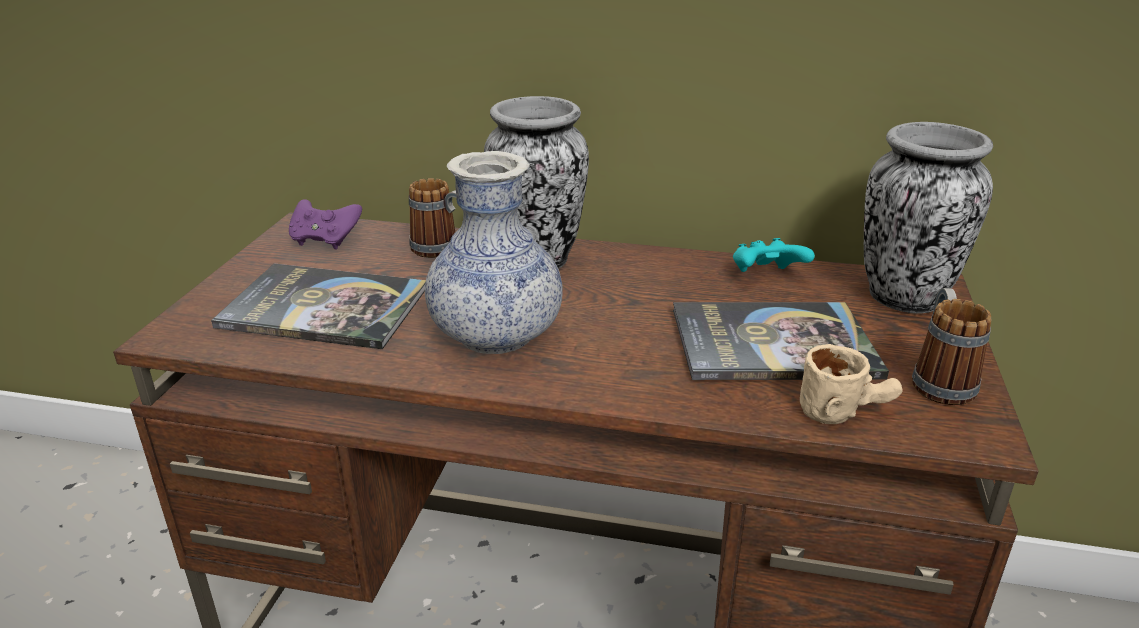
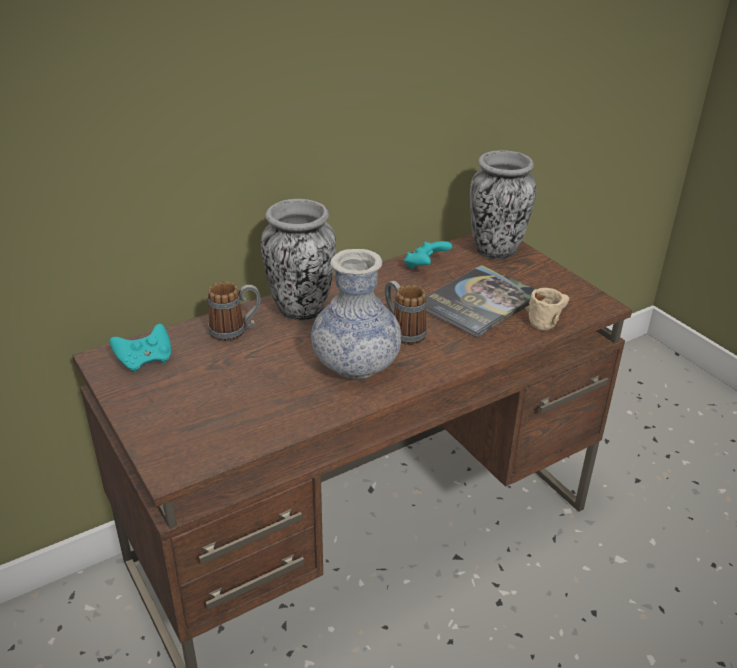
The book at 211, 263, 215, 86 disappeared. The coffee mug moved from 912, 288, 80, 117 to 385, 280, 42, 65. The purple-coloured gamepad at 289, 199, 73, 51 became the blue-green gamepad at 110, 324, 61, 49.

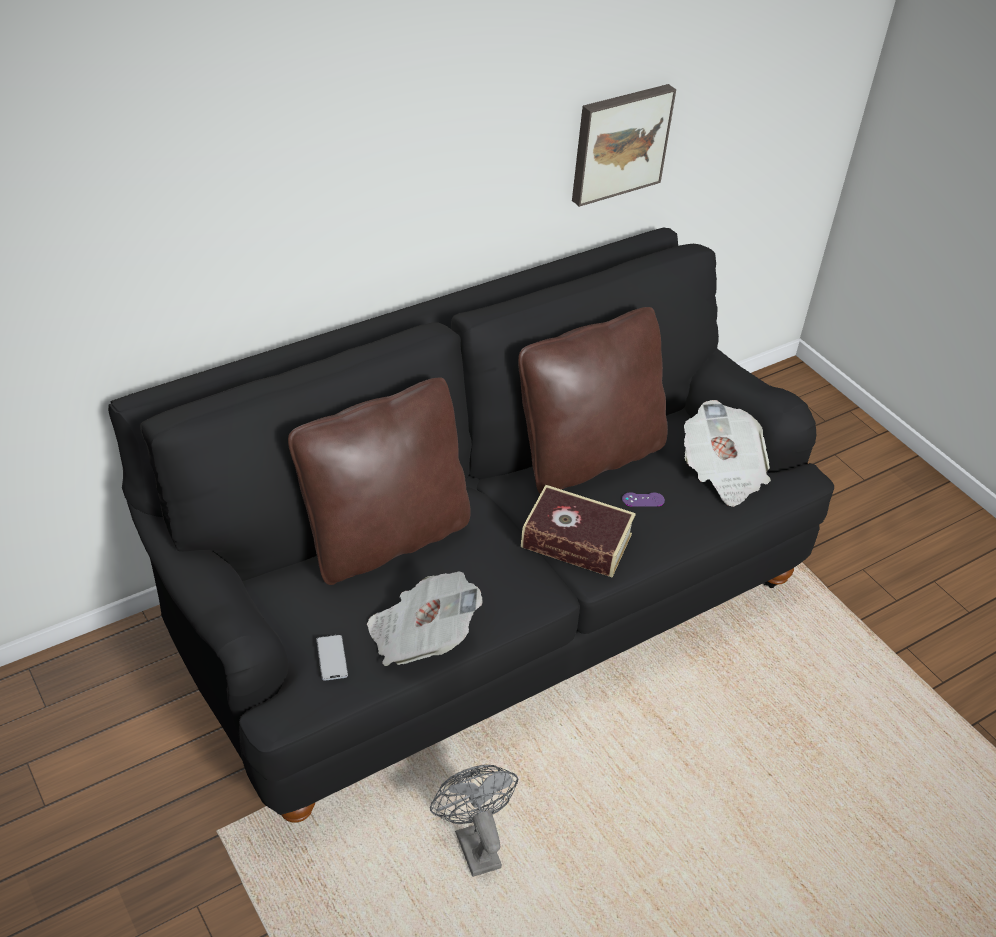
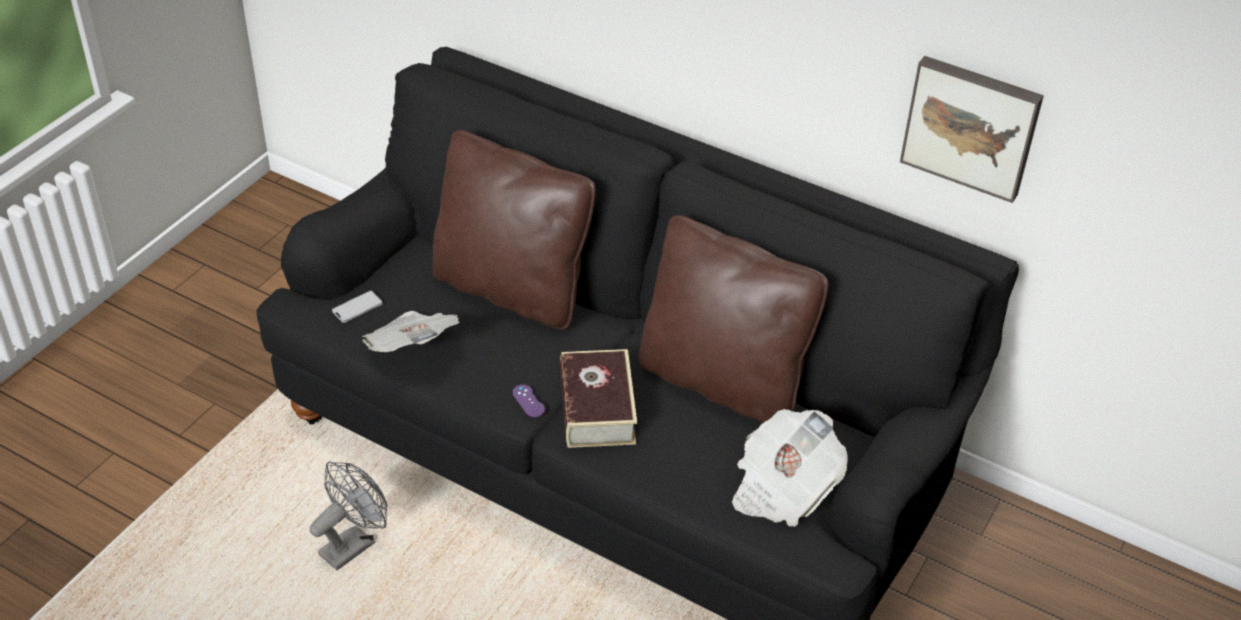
The purple-coloured gamepad moved from 622, 492, 43, 15 to 513, 385, 32, 32.

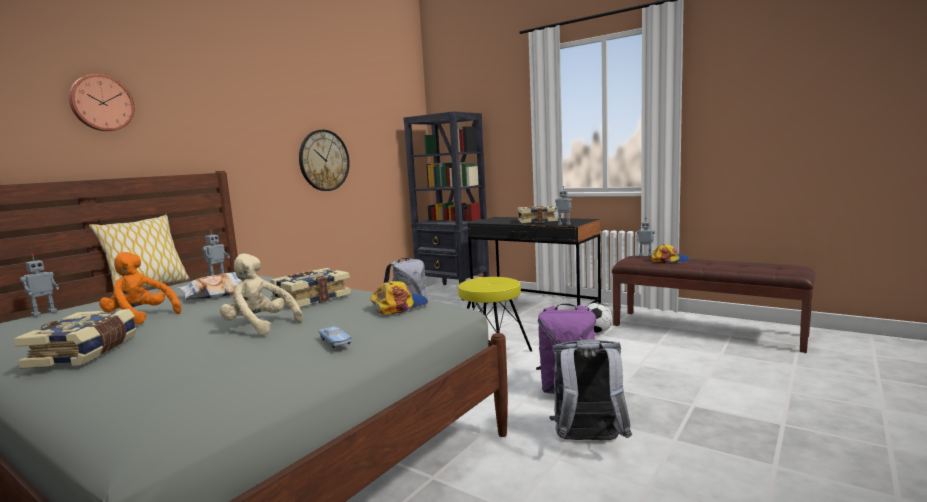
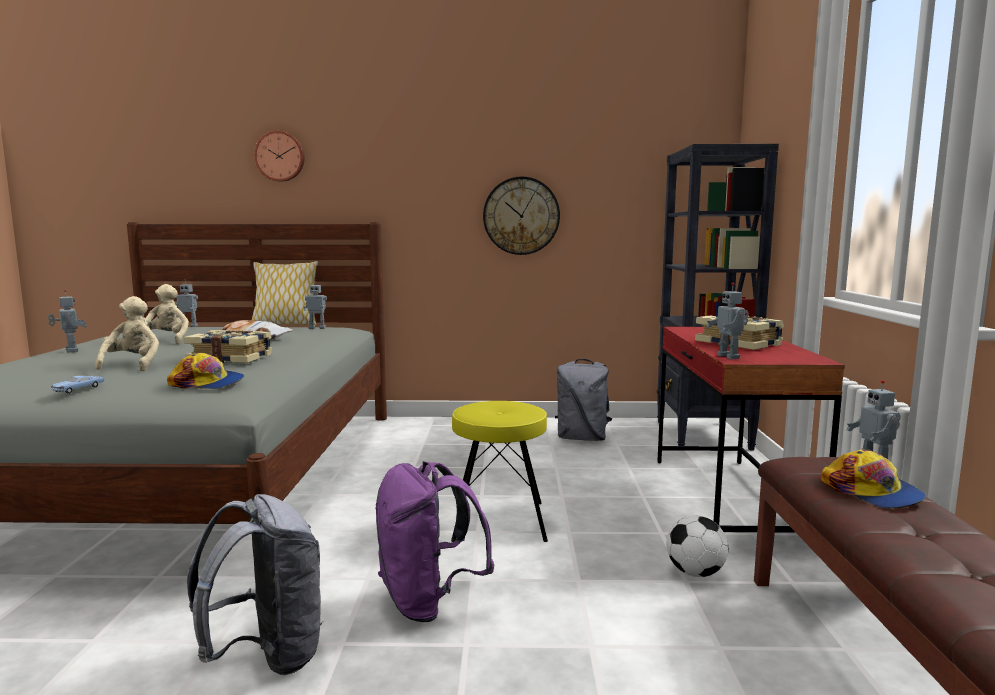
The book at 13, 309, 124, 59 was replaced by the model robot at 48, 290, 39, 62. The orange-coloured plush toy at 99, 252, 82, 72 became the beige-coloured plush toy at 144, 284, 45, 60. The black-coloured desk table at 467, 217, 134, 91 became the reddish desk table at 657, 327, 188, 206.

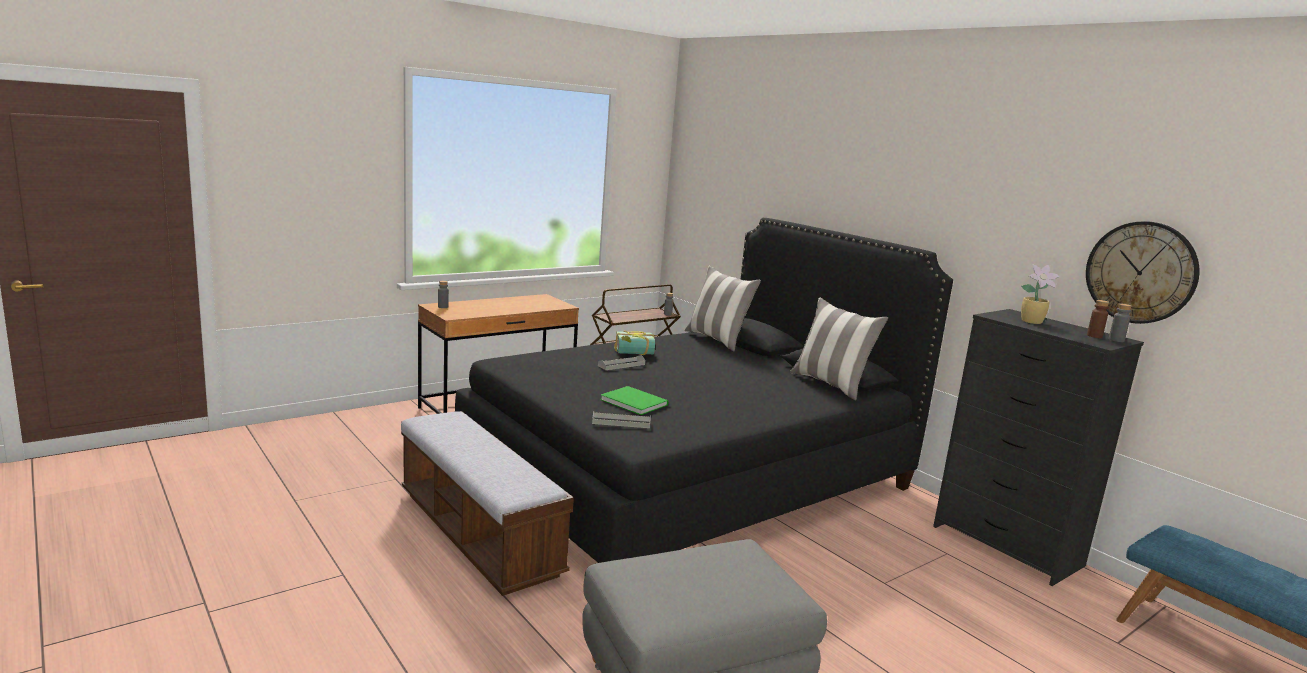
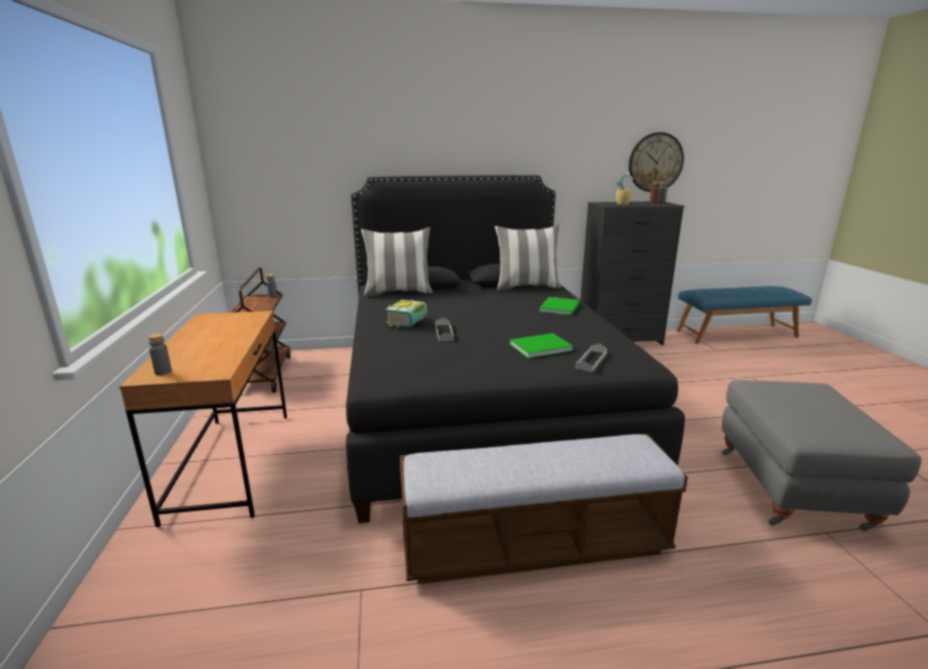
The green-coloured book at 539, 297, 41, 19 appeared.

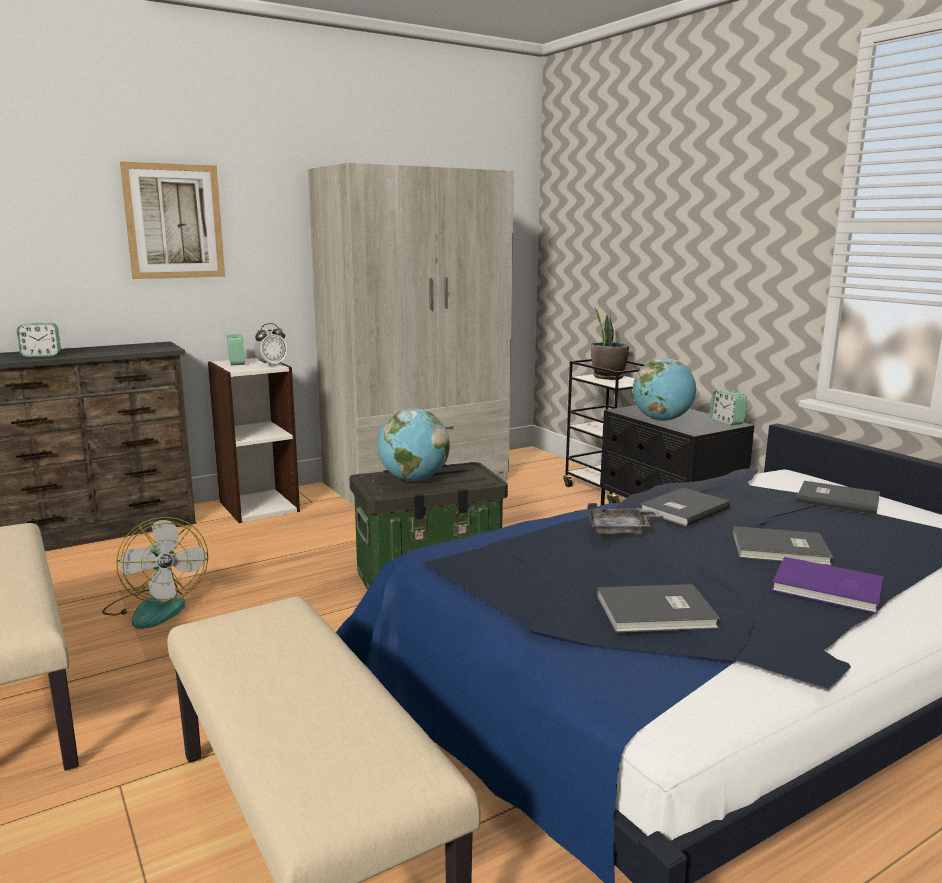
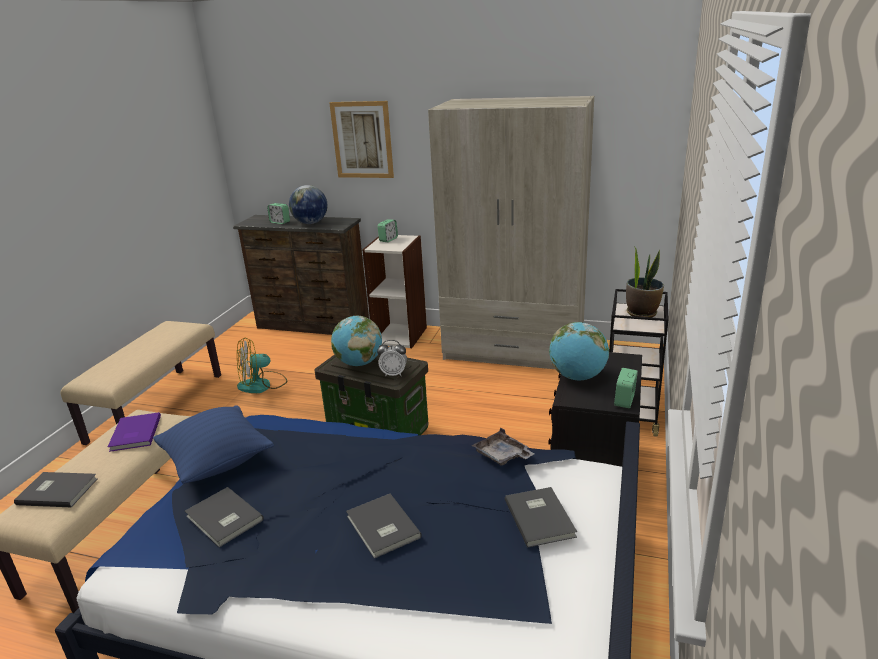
The blue throw pillow at 153, 405, 121, 78 appeared. The world globe at 289, 185, 38, 39 appeared. The table clock moved from 254, 323, 33, 44 to 377, 340, 30, 37. The gray serving tray moved from 587, 503, 73, 32 to 472, 427, 62, 39. The gray book moved from 640, 488, 90, 39 to 14, 472, 84, 35. The purple-coloured book moved from 772, 557, 111, 57 to 108, 412, 53, 40. The cooling fan at 102, 517, 106, 112 turned 45 degrees clockwise.

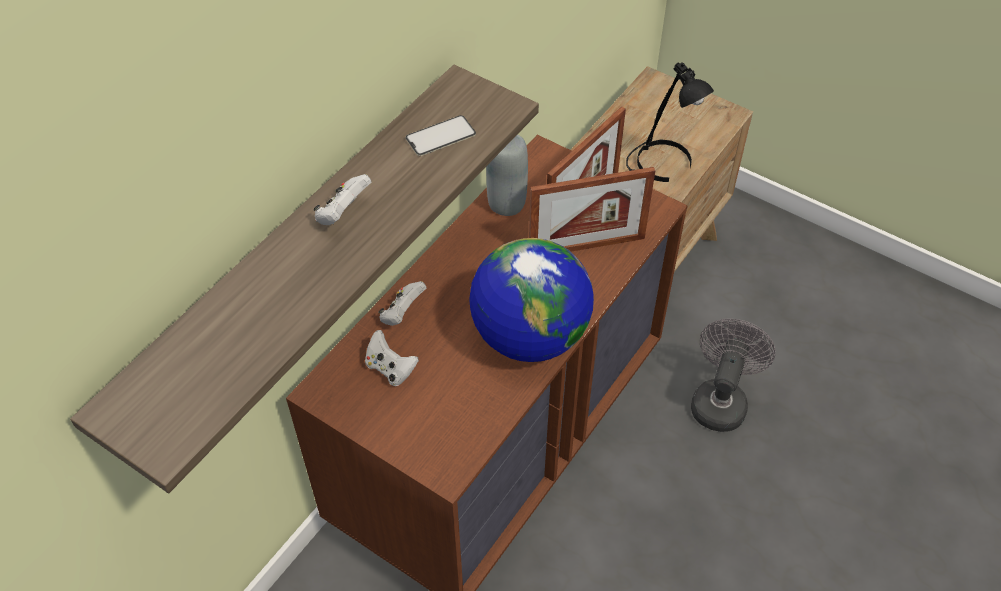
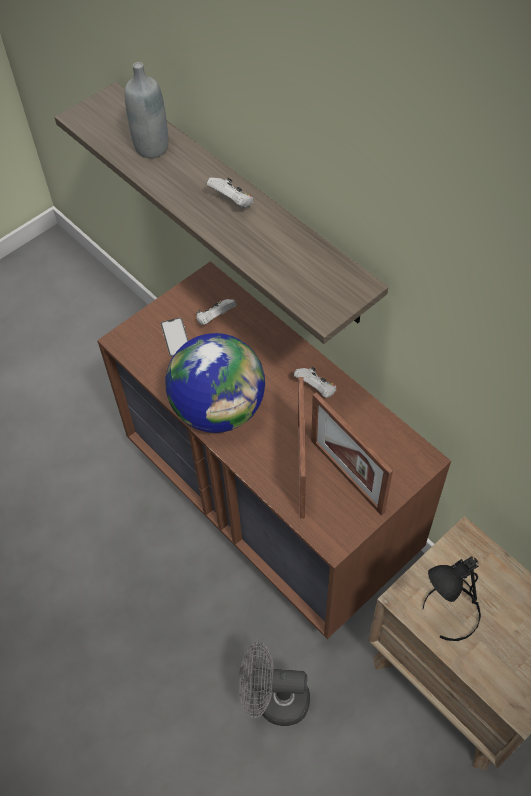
The white gamepad moved from 378, 281, 49, 45 to 294, 367, 42, 31. The telephone moved from 405, 115, 71, 41 to 161, 318, 28, 39. The gray drink bottle moved from 486, 134, 42, 82 to 124, 62, 45, 96. The gray cooling fan at 691, 319, 85, 113 turned 150 degrees clockwise.

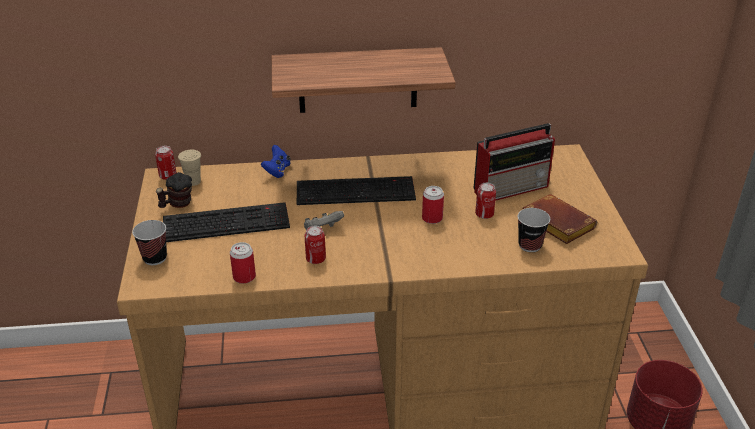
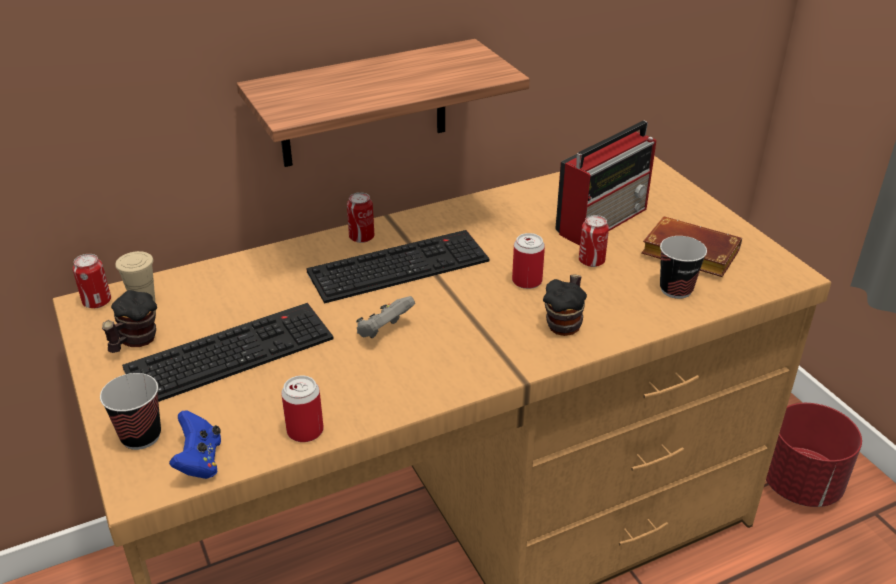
The coffee mug at 543, 274, 44, 62 appeared. The blue gamepad moved from 261, 145, 30, 33 to 169, 411, 52, 68. The can moved from 305, 226, 21, 38 to 347, 192, 27, 51.

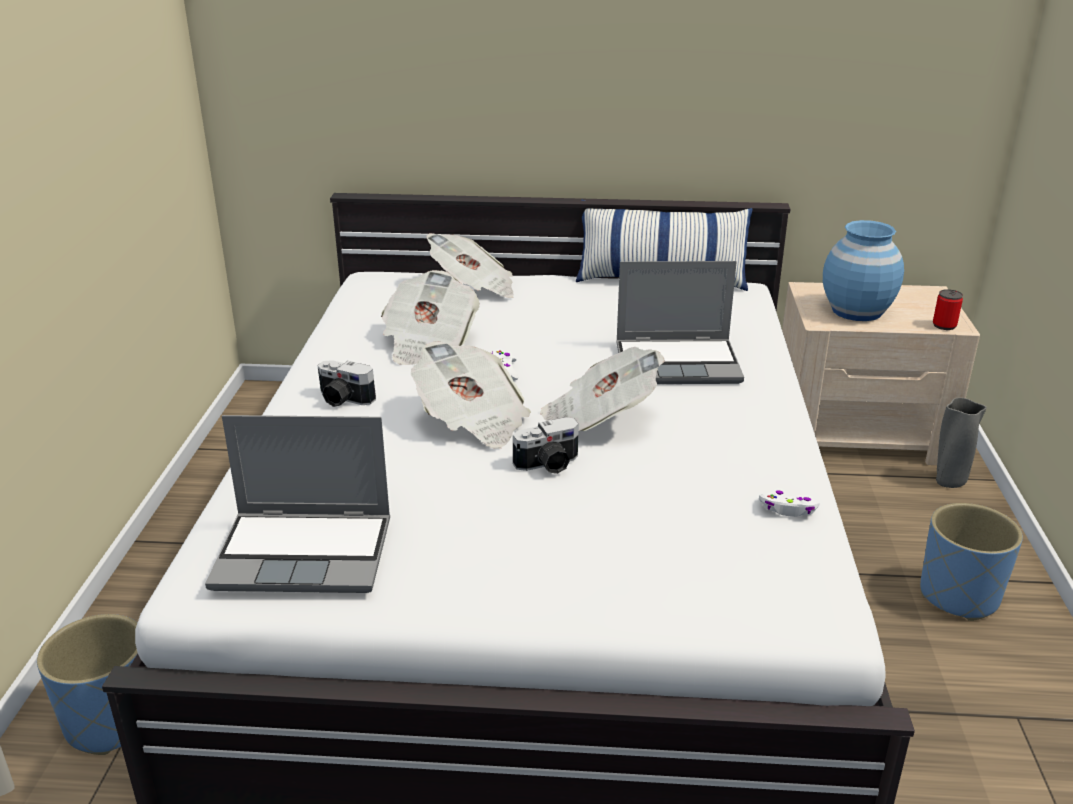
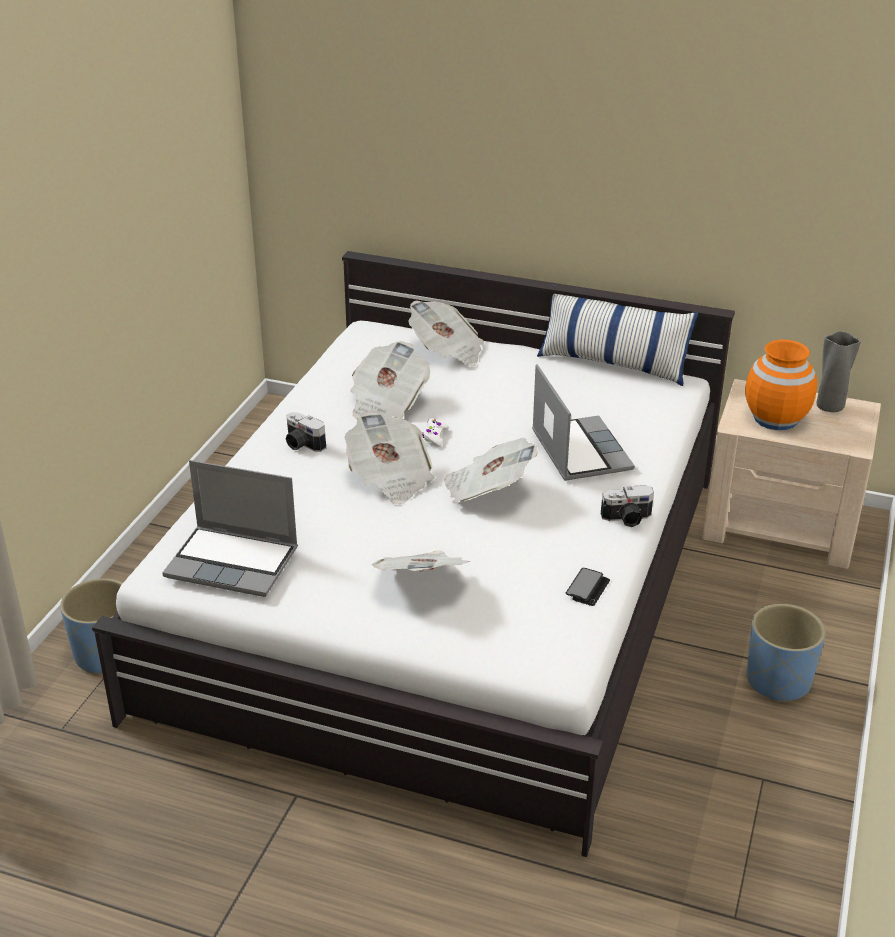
The can at 933, 289, 30, 41 disappeared. The newspaper at 372, 551, 98, 21 appeared. The still camera moved from 513, 417, 66, 57 to 601, 485, 53, 42. The gray decorative vase moved from 936, 398, 51, 90 to 816, 332, 45, 80. The white gamepad at 759, 491, 61, 26 was replaced by the telephone at 565, 568, 45, 38. The blue decorative vase at 823, 220, 81, 101 became the orange-coloured decorative vase at 745, 339, 72, 91. The notebook computer at 616, 261, 128, 123 turned 120 degrees counterclockwise.

